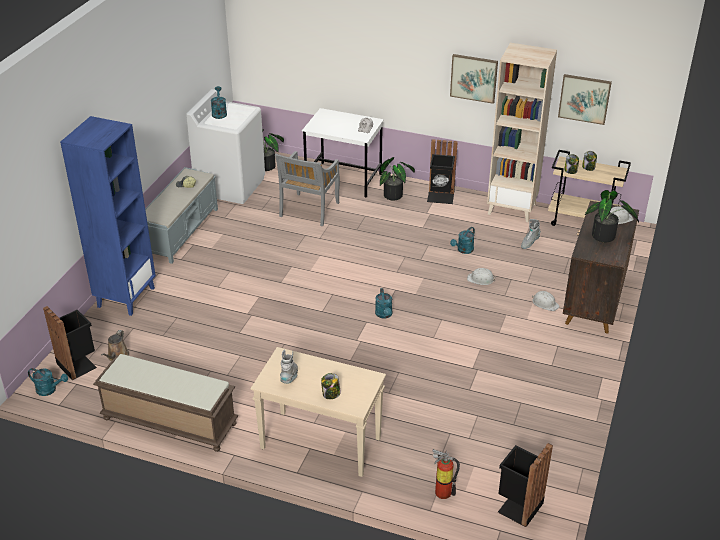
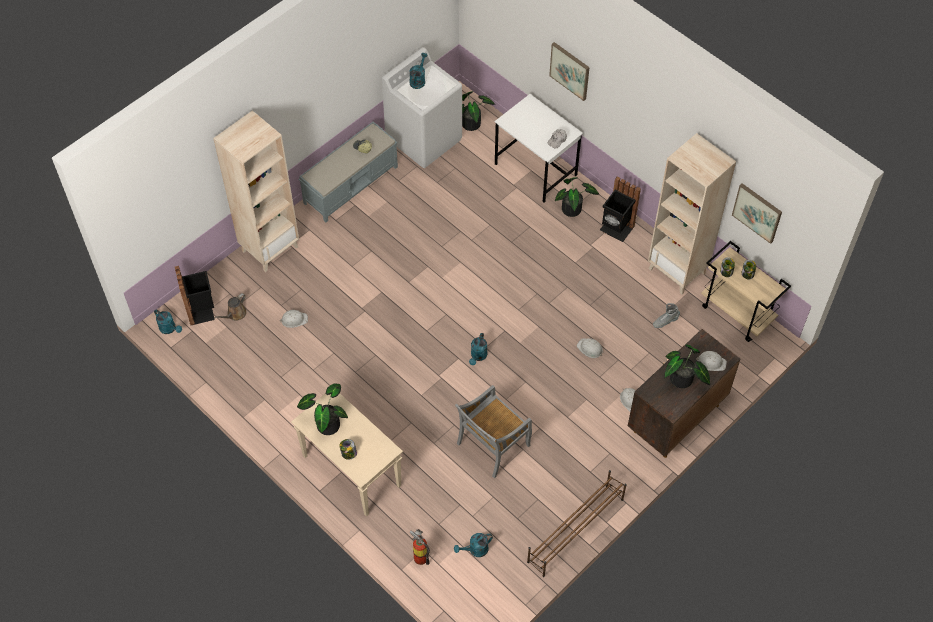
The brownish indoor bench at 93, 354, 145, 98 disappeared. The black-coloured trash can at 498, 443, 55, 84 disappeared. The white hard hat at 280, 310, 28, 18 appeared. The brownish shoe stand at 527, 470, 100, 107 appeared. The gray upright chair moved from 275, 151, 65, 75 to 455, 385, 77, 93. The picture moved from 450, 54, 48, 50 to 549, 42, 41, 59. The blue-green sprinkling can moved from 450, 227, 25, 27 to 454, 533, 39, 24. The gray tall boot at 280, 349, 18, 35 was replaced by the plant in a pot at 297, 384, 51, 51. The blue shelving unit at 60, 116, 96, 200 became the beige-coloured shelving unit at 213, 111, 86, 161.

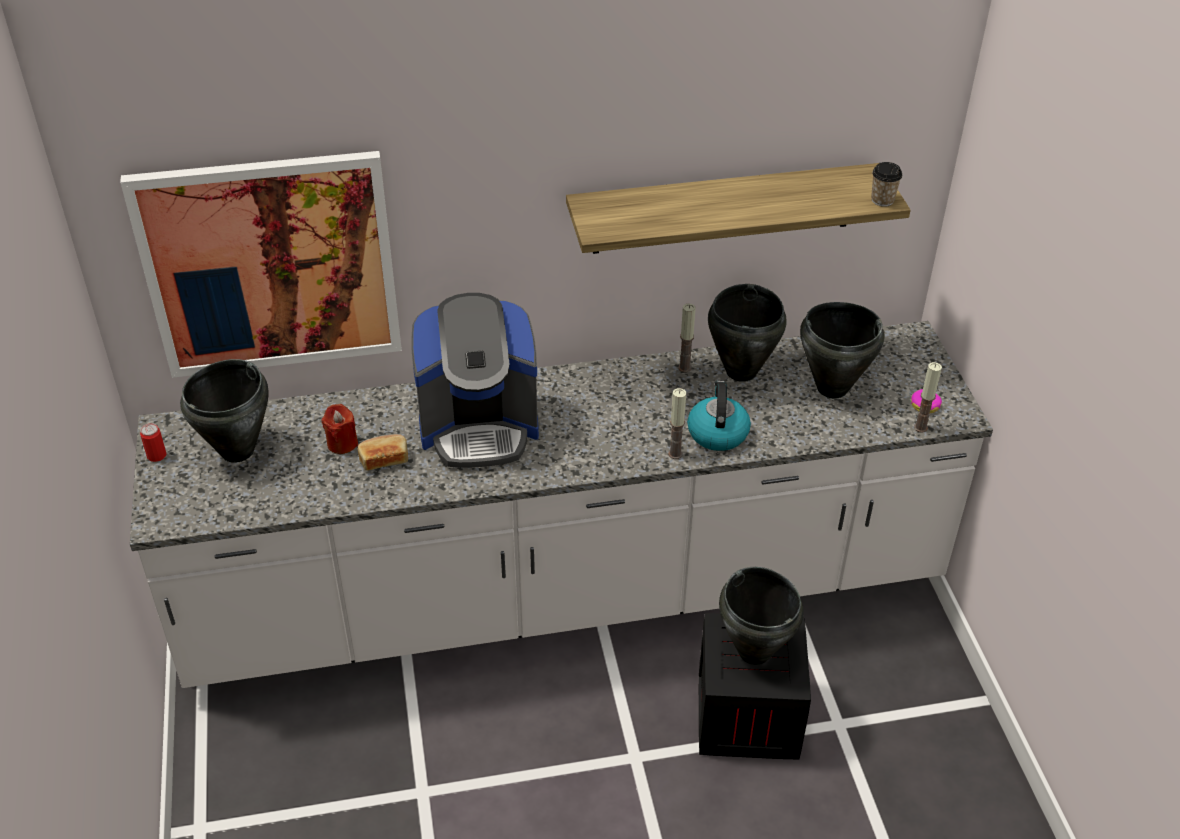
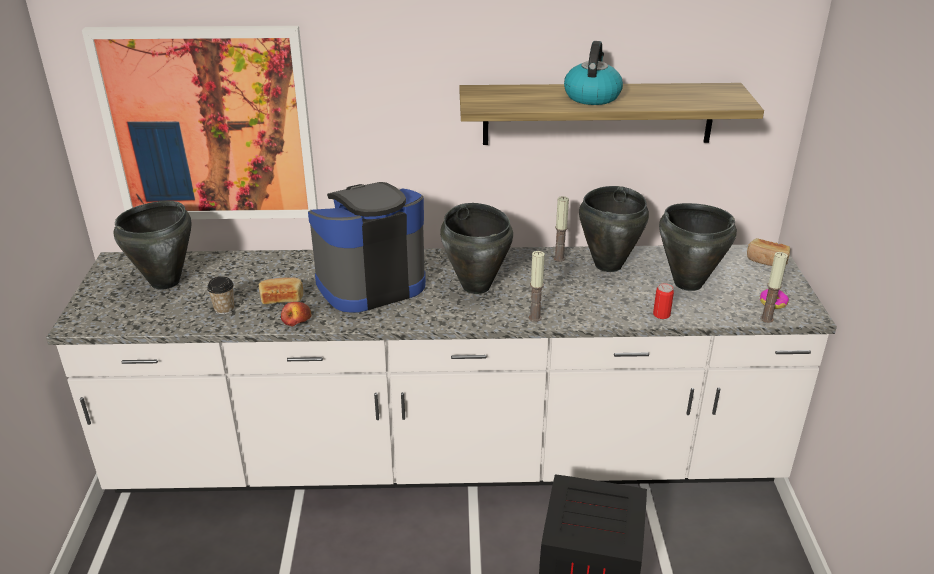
The reddish wax light at 321, 404, 37, 50 disappeared. The apple fruit at 281, 302, 31, 25 appeared. The baked bread at 747, 238, 43, 28 appeared. The can moved from 140, 423, 26, 39 to 653, 283, 21, 36. The kettle moved from 687, 381, 64, 70 to 564, 41, 59, 64. The black-coloured stockpot moved from 719, 567, 84, 98 to 440, 203, 73, 91. The drinking cup moved from 871, 162, 31, 45 to 207, 276, 27, 39. The coffee maker at 411, 293, 128, 175 turned 150 degrees clockwise.

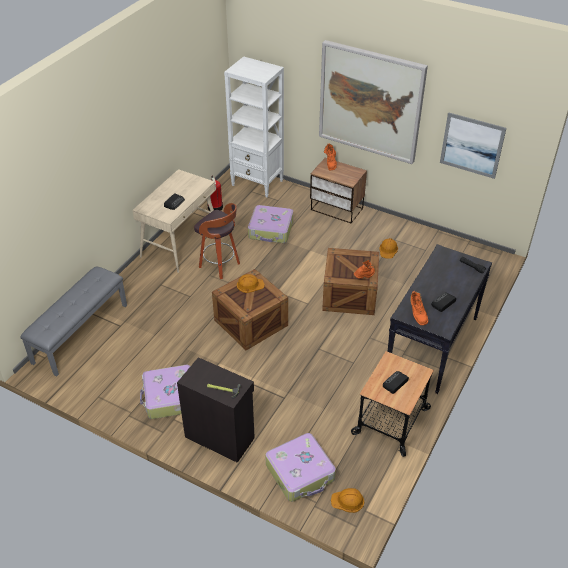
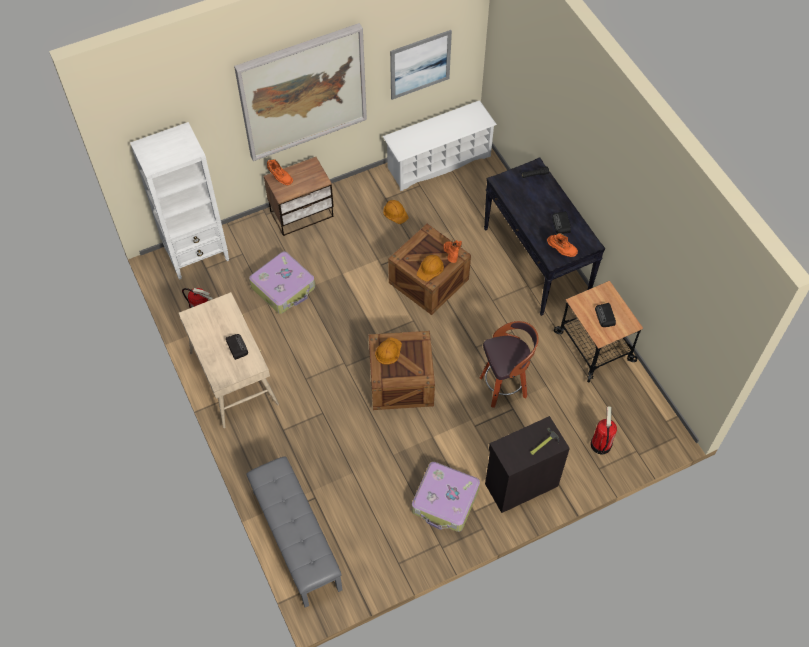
The white shoe stand at 383, 100, 114, 91 appeared. The stool moved from 194, 203, 46, 76 to 479, 321, 60, 87. The orange-coloured hard hat moved from 331, 488, 33, 25 to 417, 255, 27, 26. The travel case at 266, 433, 70, 69 was replaced by the extinguisher at 591, 406, 26, 48.

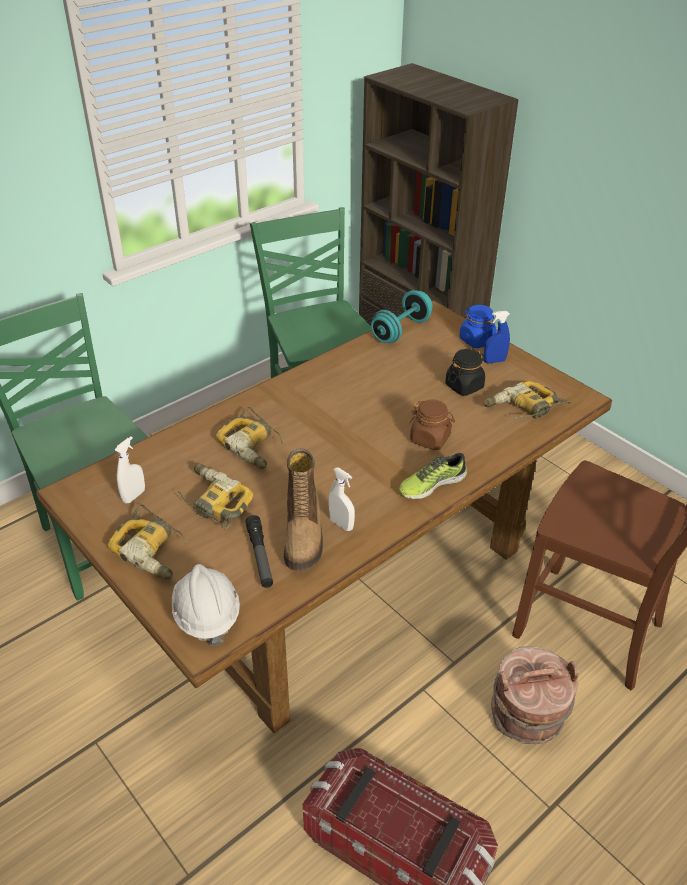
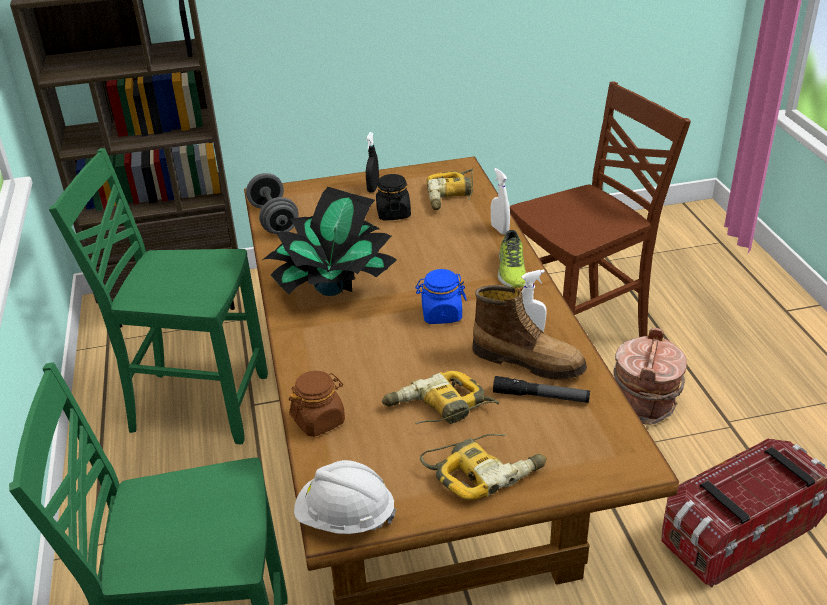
The power drill at 216, 407, 68, 62 disappeared. The plant in a pot at 261, 187, 136, 109 appeared. The white sprayer moved from 115, 436, 30, 68 to 491, 168, 19, 67. The white hard hat moved from 172, 564, 68, 82 to 294, 460, 102, 74. The brownish preserve jar moved from 410, 400, 45, 50 to 289, 371, 56, 66. The blue preserve jar moved from 459, 305, 38, 43 to 415, 269, 52, 55. The blue-green dumbbell at 371, 290, 62, 53 became the gray dumbbell at 246, 173, 53, 61. The blue sprayer at 484, 311, 26, 52 became the black-coloured sprayer at 366, 132, 13, 61.

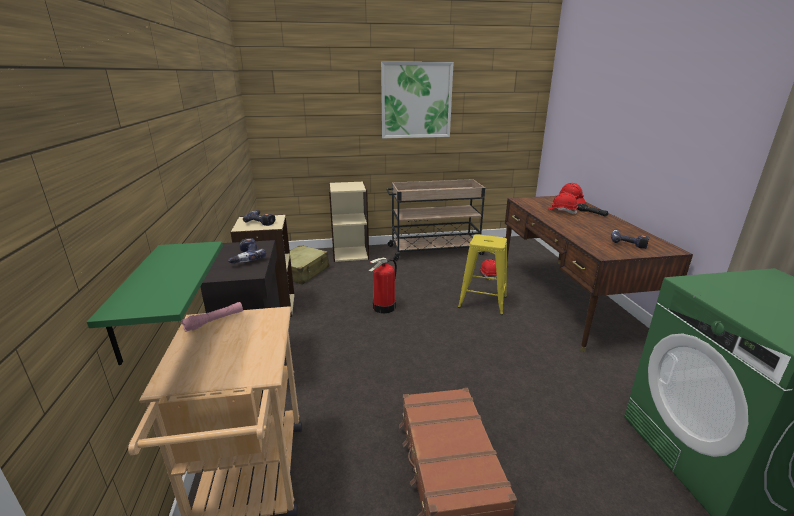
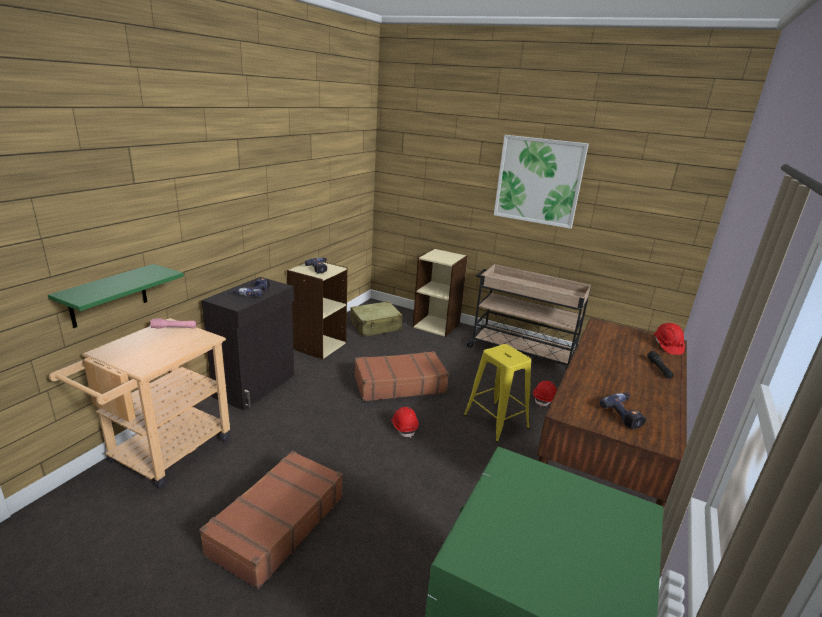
The reddish hard hat moved from 547, 193, 31, 21 to 391, 407, 28, 31. The extinguisher at 369, 257, 28, 56 was replaced by the brownish travel case at 355, 351, 94, 50.

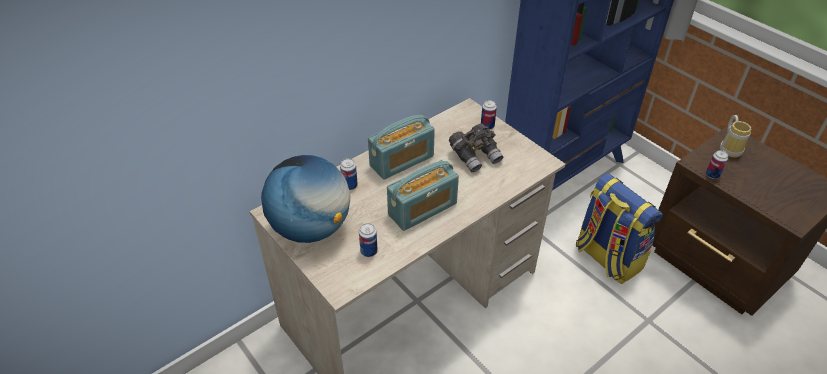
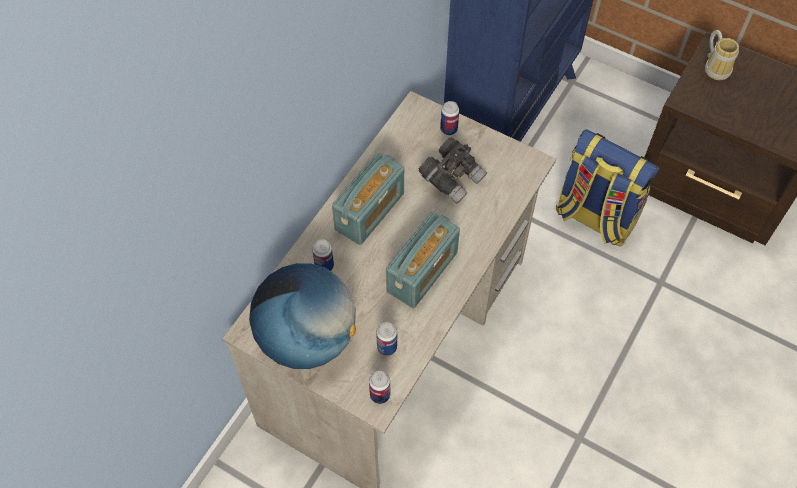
The can moved from 706, 150, 22, 29 to 369, 371, 21, 33.

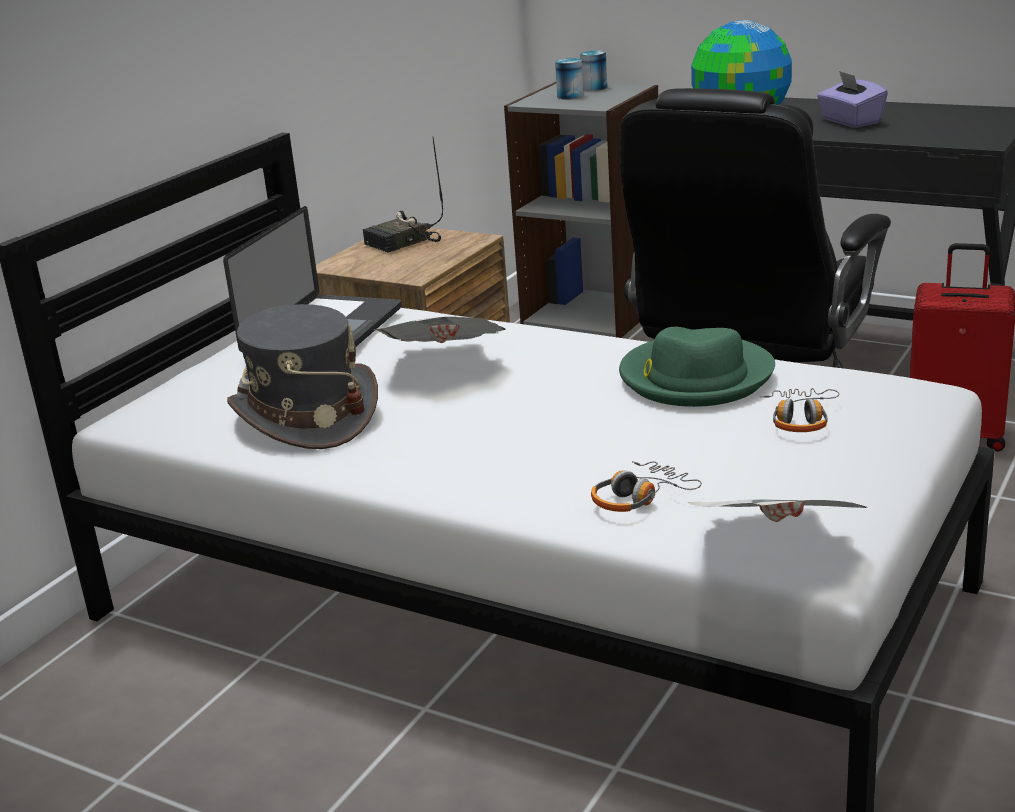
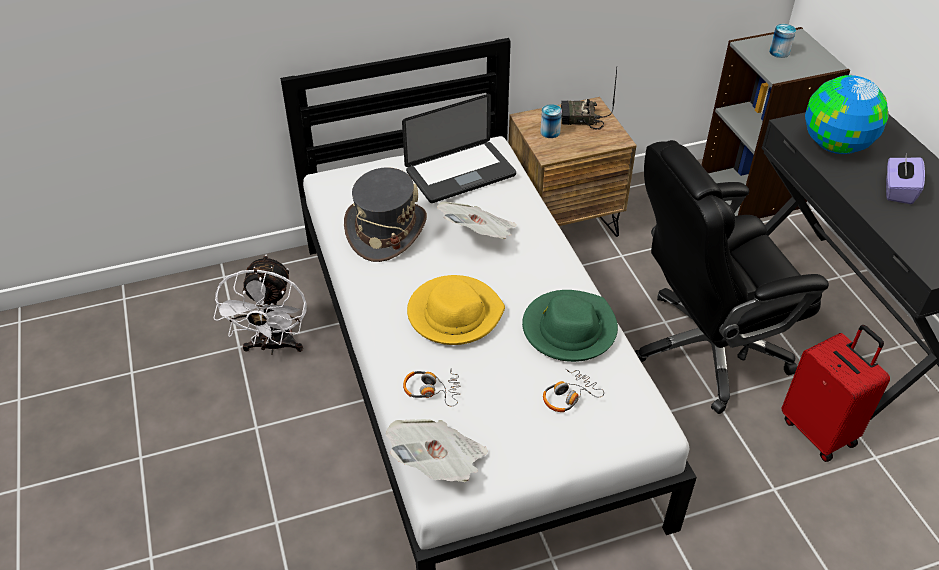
The white cooling fan at 213, 255, 94, 100 appeared. The yellowish clothing hat at 407, 275, 98, 70 appeared. The can moved from 580, 51, 27, 40 to 540, 104, 22, 34.

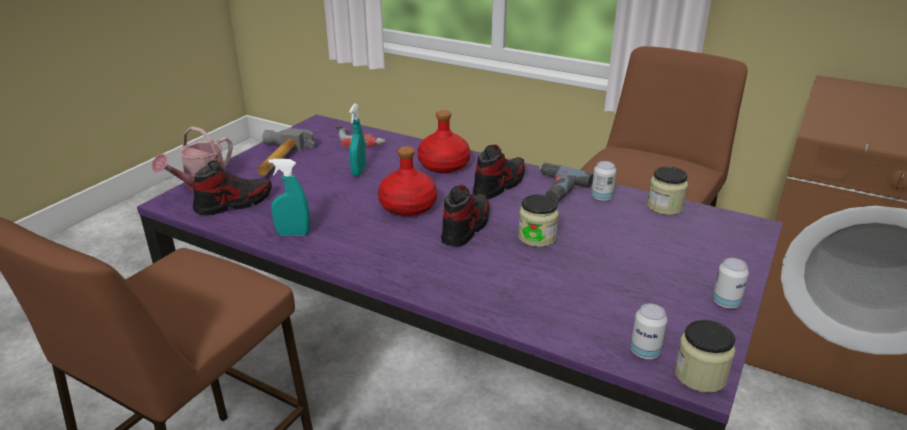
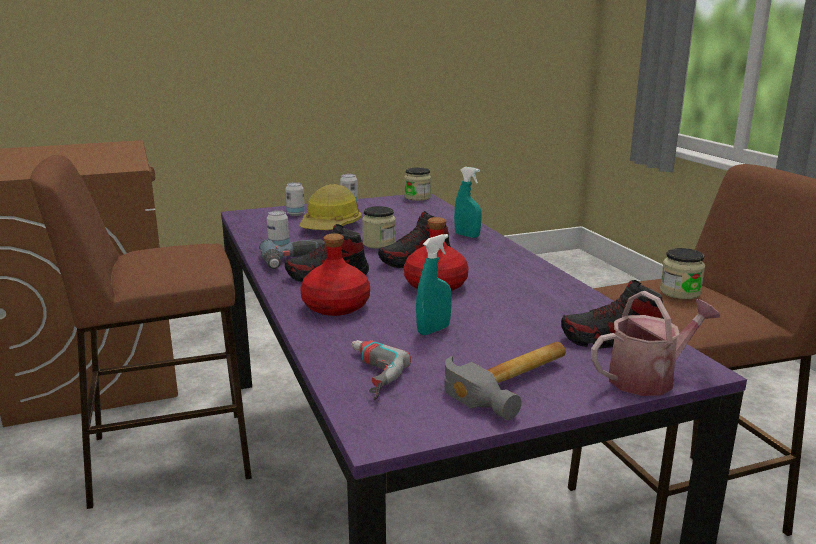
The hard hat at 299, 184, 63, 46 appeared. The blue-green sprayer moved from 269, 159, 41, 77 to 454, 167, 28, 71. The can moved from 630, 304, 37, 56 to 285, 182, 20, 34. The preserve jar moved from 647, 166, 41, 49 to 660, 248, 45, 51.

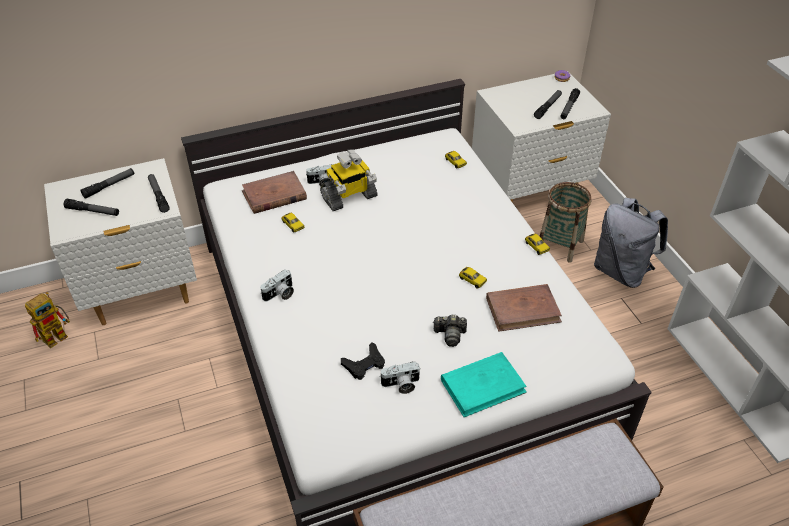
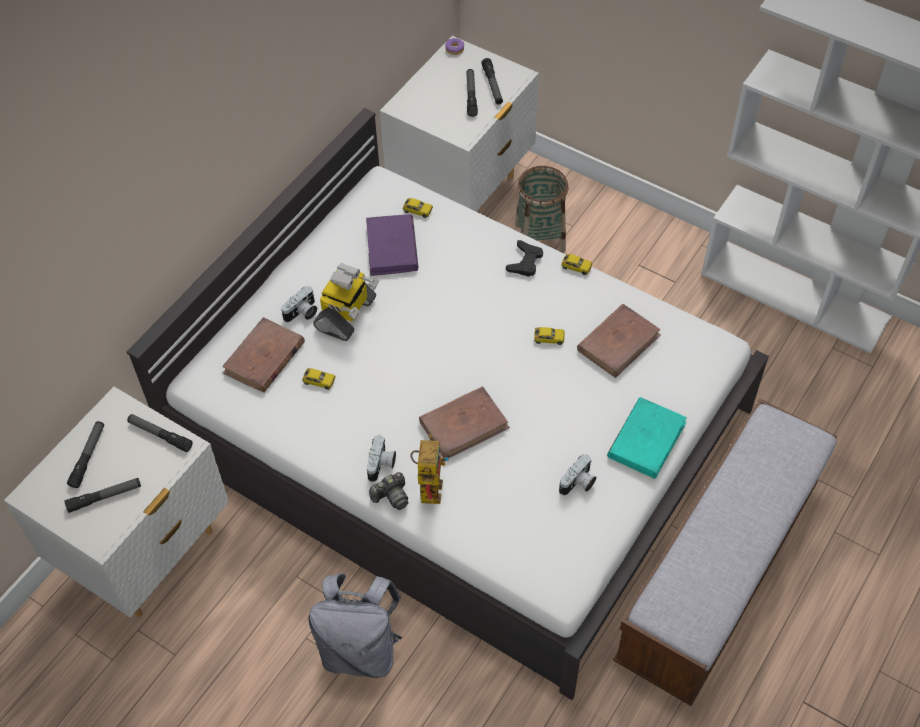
The purple-coloured book at 366, 214, 52, 62 appeared. The brownish book at 419, 386, 91, 72 appeared. The model robot moved from 25, 292, 45, 56 to 410, 434, 38, 70. The black-coloured gamepad moved from 341, 342, 44, 38 to 506, 240, 37, 37. The still camera moved from 433, 315, 34, 32 to 369, 472, 39, 38. The gray rucksack moved from 594, 198, 74, 90 to 308, 573, 94, 105.

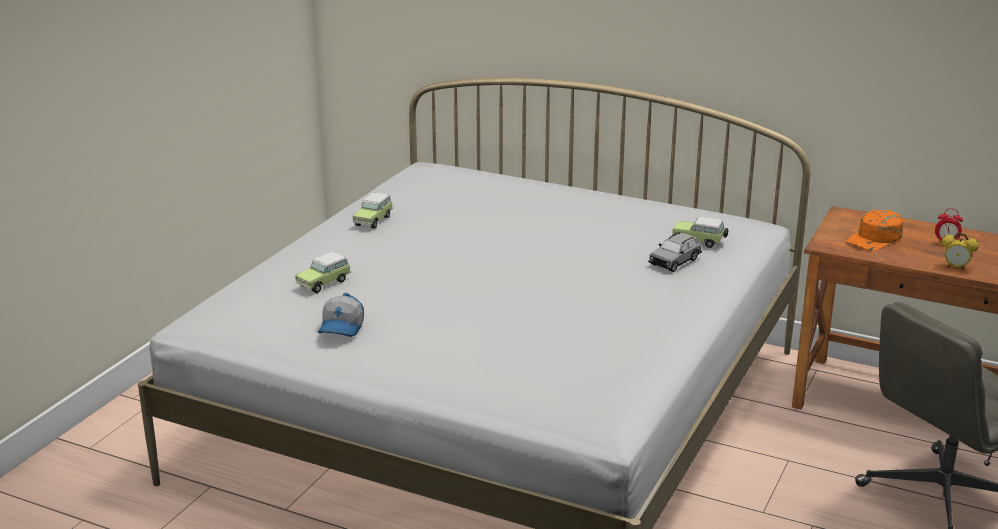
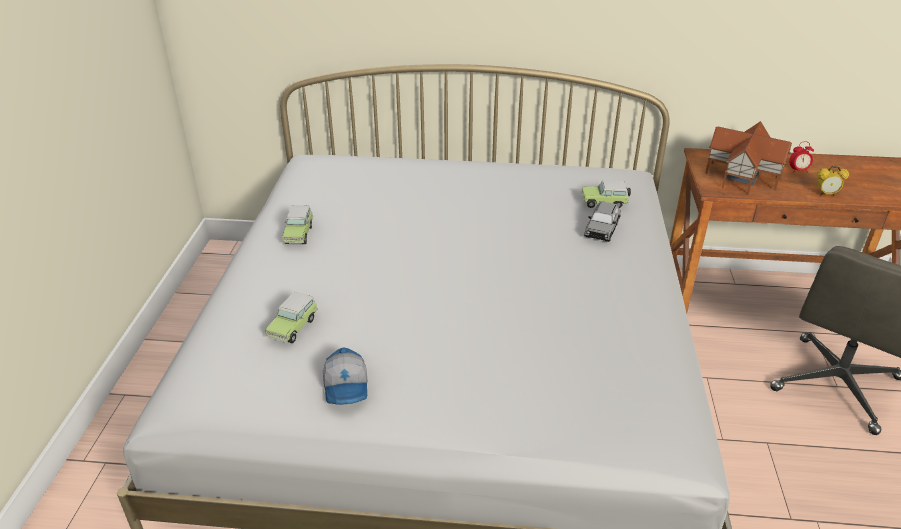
The orange-coloured baseball cap at 845, 210, 58, 41 was replaced by the miniature house at 705, 121, 87, 73.

